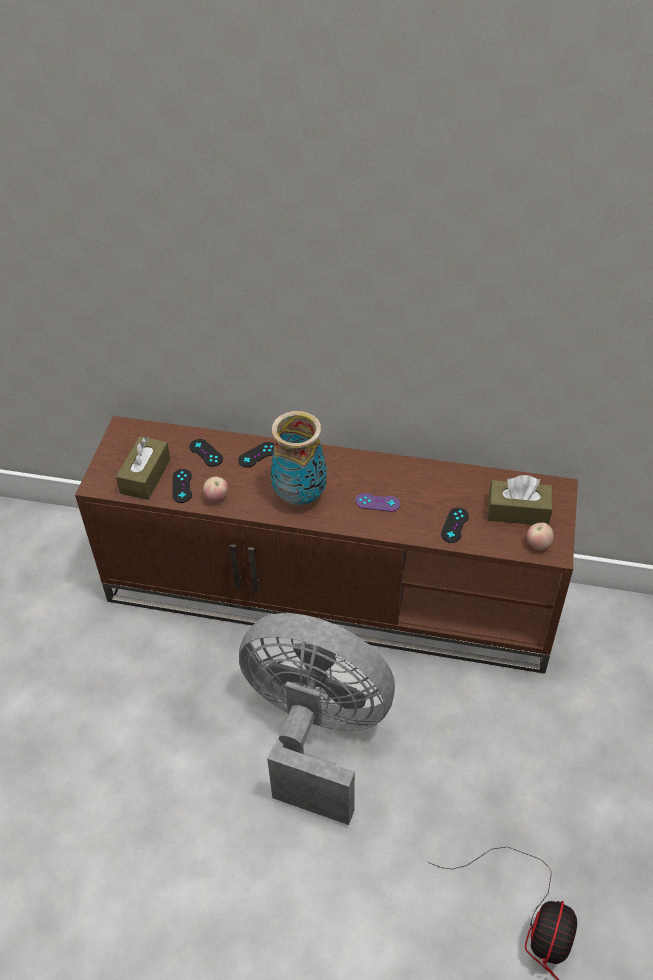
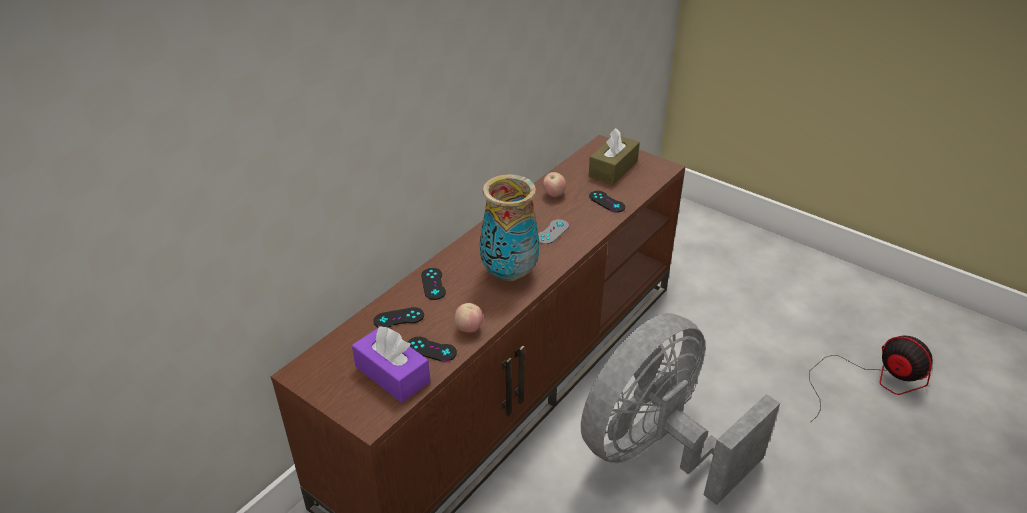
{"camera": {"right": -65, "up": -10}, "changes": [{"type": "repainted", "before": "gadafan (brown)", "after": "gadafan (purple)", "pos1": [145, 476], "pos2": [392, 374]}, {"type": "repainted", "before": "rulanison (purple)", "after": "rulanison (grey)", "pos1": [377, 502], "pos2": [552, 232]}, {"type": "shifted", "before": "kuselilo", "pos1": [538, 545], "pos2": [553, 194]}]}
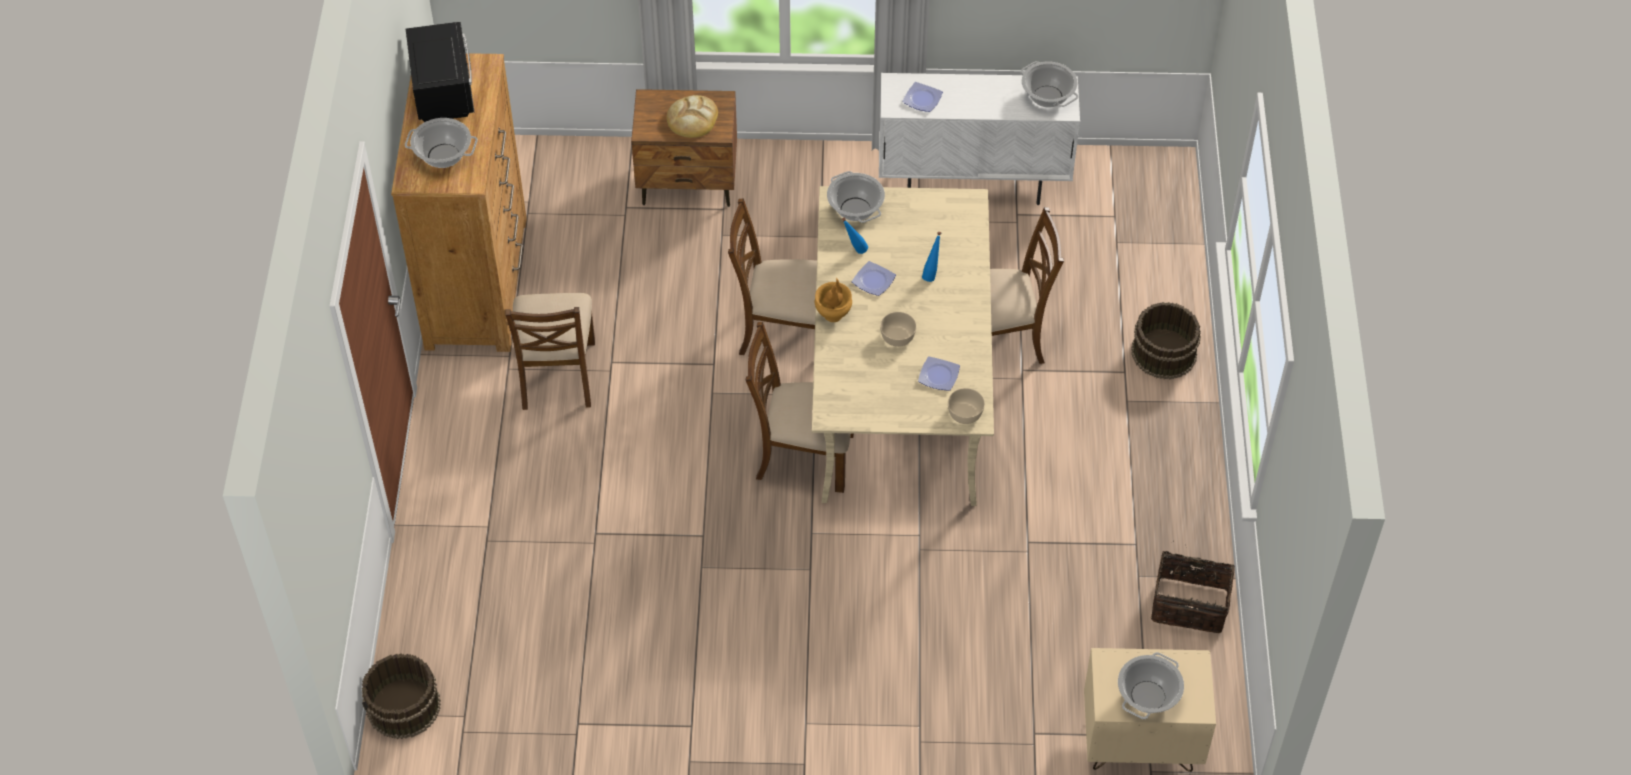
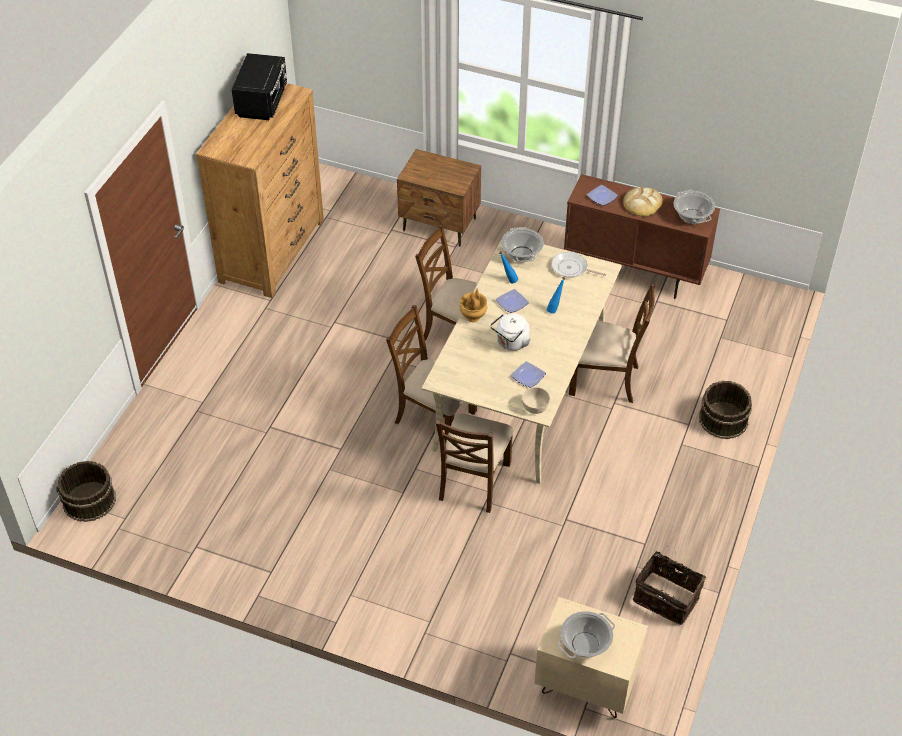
{"camera": {"right": 20, "up": -5}, "changes": [{"type": "gone", "before": "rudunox", "pos1": [443, 156]}, {"type": "shifted", "before": "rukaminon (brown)", "pos1": [557, 375], "pos2": [473, 481]}, {"type": "shifted", "before": "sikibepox", "pos1": [692, 119], "pos2": [642, 203]}, {"type": "repainted", "before": "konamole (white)", "after": "konamole (brown)", "pos1": [973, 183], "pos2": [634, 273]}, {"type": "swapped", "before": "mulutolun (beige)", "after": "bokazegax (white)", "pos1": [897, 337], "pos2": [511, 343]}, {"type": "new", "after": "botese", "pos2": [571, 268]}]}
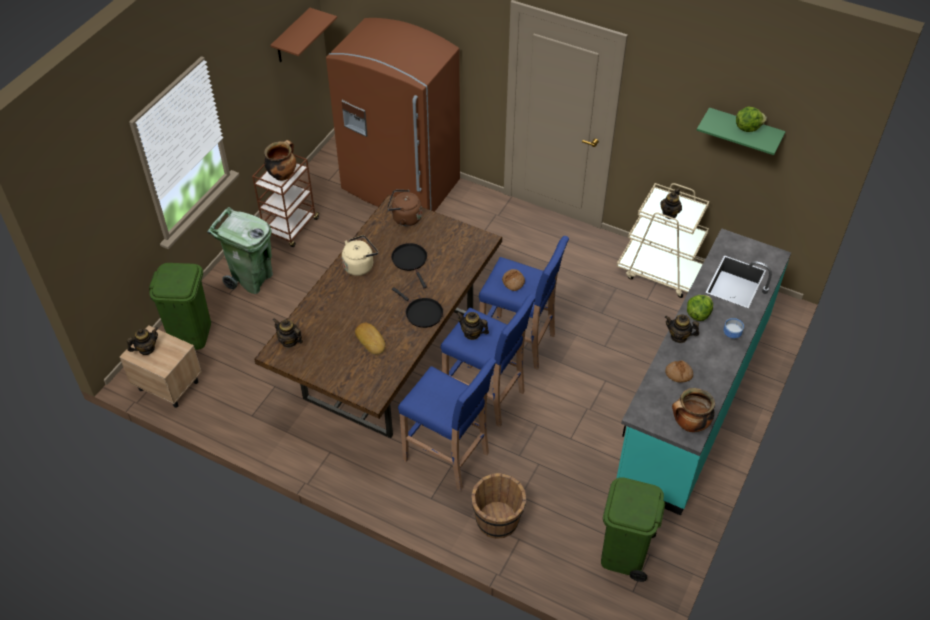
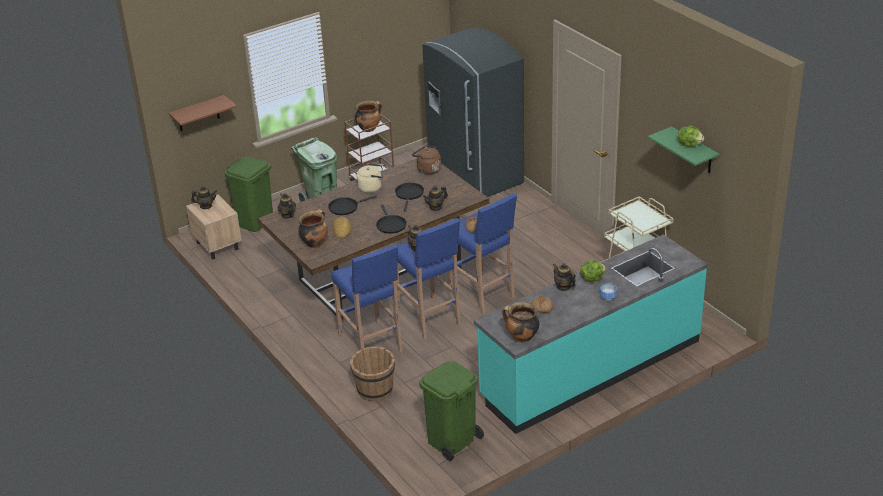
{"camera": {"right": 30, "up": -15}, "changes": [{"type": "shifted", "before": "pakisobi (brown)", "pos1": [291, 37], "pos2": [198, 114]}, {"type": "repainted", "before": "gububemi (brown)", "after": "gububemi (grey)", "pos1": [400, 186], "pos2": [474, 176]}, {"type": "shifted", "before": "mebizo", "pos1": [669, 214], "pos2": [436, 207]}, {"type": "new", "after": "rudunox", "pos2": [314, 243]}, {"type": "new", "after": "botese (black)", "pos2": [345, 207]}]}
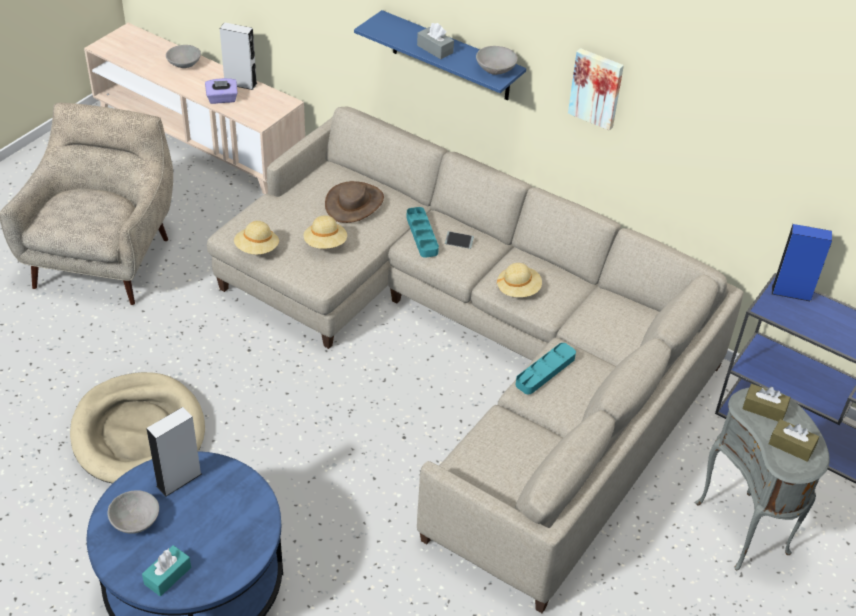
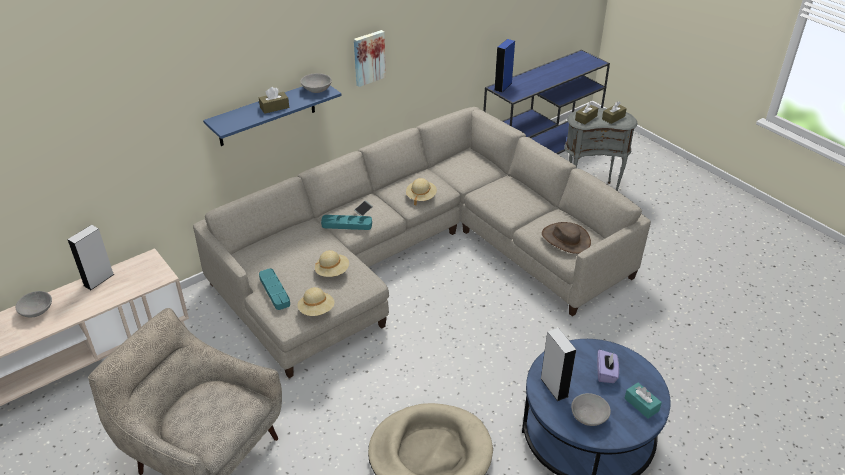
{"camera": {"right": -70, "up": -5}, "changes": [{"type": "shifted", "before": "gadafan (purple)", "pos1": [222, 99], "pos2": [606, 373]}, {"type": "shifted", "before": "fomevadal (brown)", "pos1": [354, 203], "pos2": [566, 239]}, {"type": "repainted", "before": "gadafan (grey)", "after": "gadafan (brown)", "pos1": [435, 49], "pos2": [274, 107]}, {"type": "shifted", "before": "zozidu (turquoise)", "pos1": [545, 371], "pos2": [274, 291]}]}
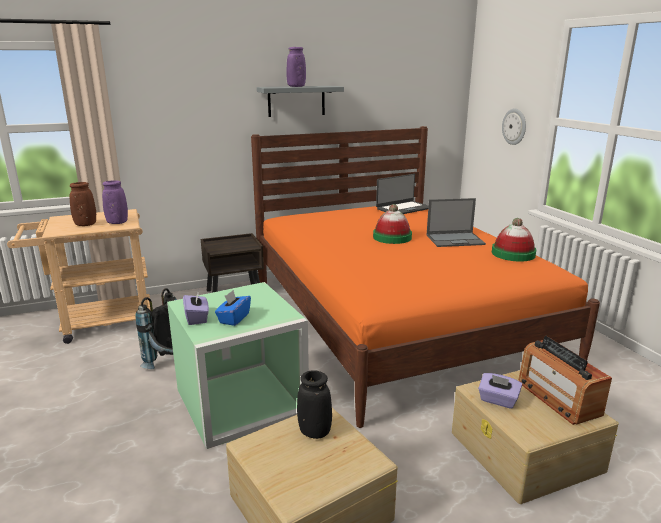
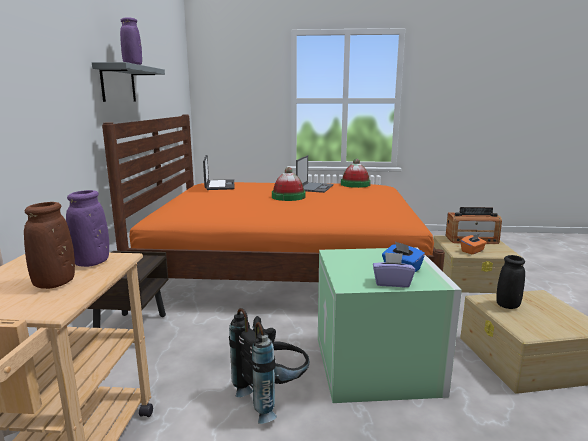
{"camera": {"right": -65, "up": -5}, "changes": [{"type": "repainted", "before": "gadafan (purple)", "after": "gadafan (orange)", "pos1": [498, 400], "pos2": [472, 251]}, {"type": "gone", "before": "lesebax", "pos1": [514, 126]}]}
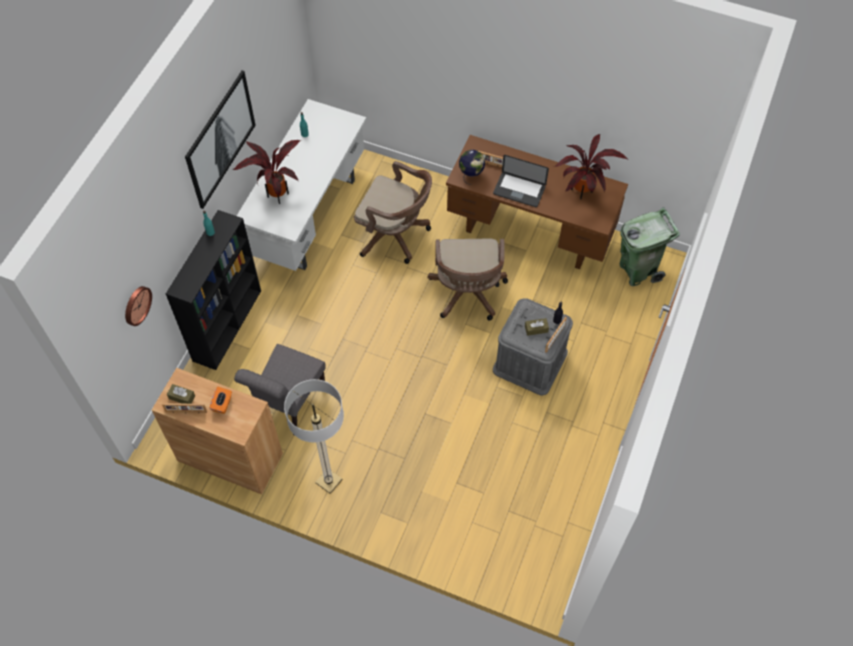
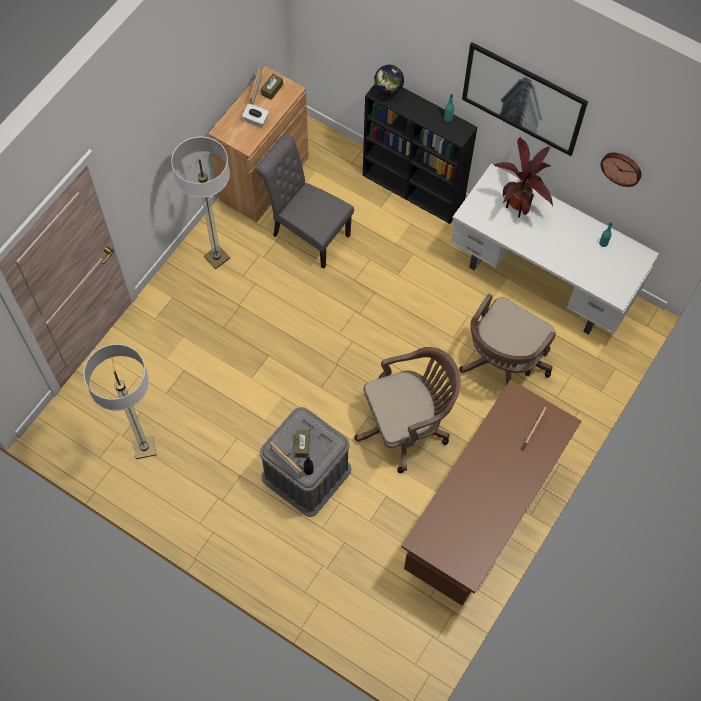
{"camera": {"right": 100, "up": 5}, "changes": [{"type": "shifted", "before": "lesebax", "pos1": [136, 305], "pos2": [622, 167]}, {"type": "repainted", "before": "gadafan (orange)", "after": "gadafan (white)", "pos1": [222, 404], "pos2": [256, 120]}, {"type": "rotated", "before": "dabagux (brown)", "pos1": [467, 294], "pos2": [406, 426], "turn": 150}, {"type": "shifted", "before": "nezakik", "pos1": [471, 175], "pos2": [388, 94]}, {"type": "gone", "before": "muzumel", "pos1": [519, 190]}, {"type": "gone", "before": "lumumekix", "pos1": [582, 192]}, {"type": "gone", "before": "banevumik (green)", "pos1": [637, 270]}, {"type": "new", "after": "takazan", "pos2": [144, 448]}]}
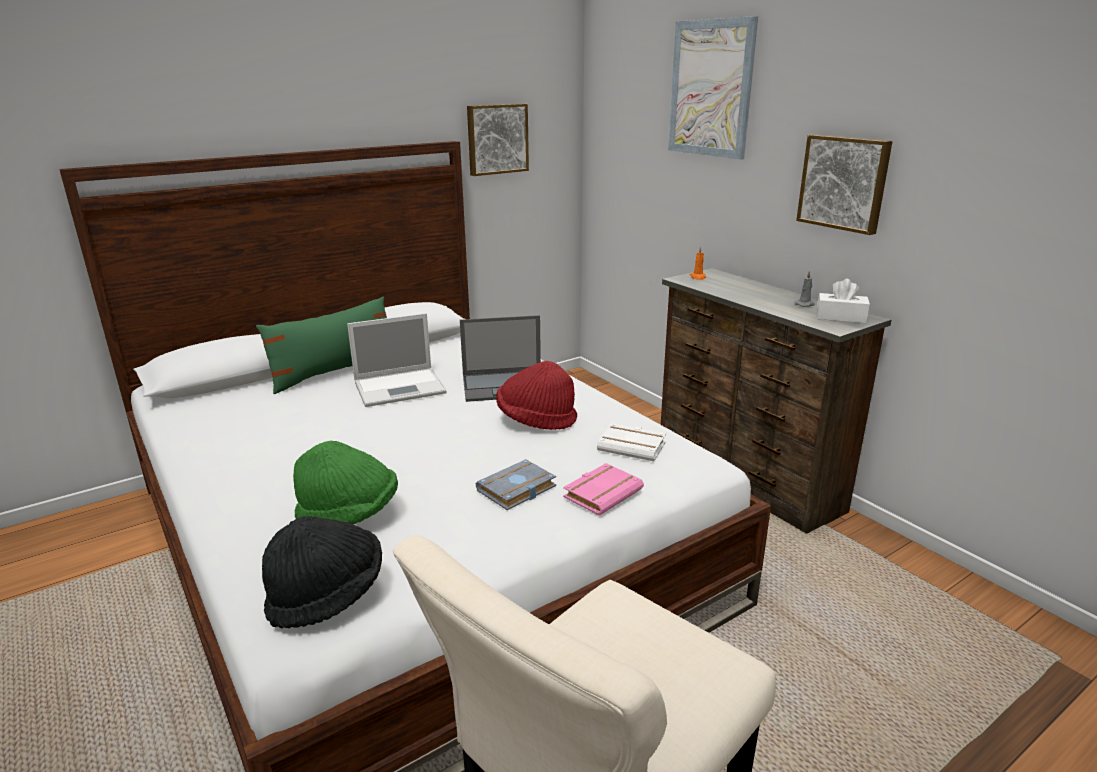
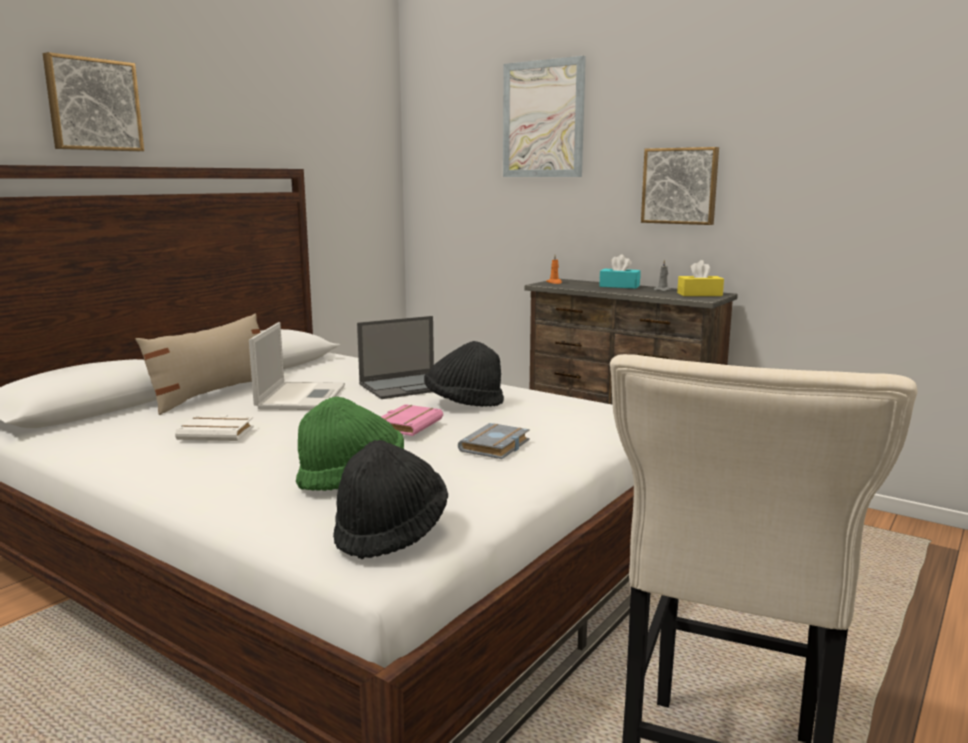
{"camera": {"right": -20, "up": -10}, "changes": [{"type": "repainted", "before": "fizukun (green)", "after": "fizukun (beige)", "pos1": [335, 372], "pos2": [214, 394]}, {"type": "rotated", "before": "muzumel", "pos1": [401, 387], "pos2": [301, 397], "turn": -45}, {"type": "shifted", "before": "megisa", "pos1": [497, 139], "pos2": [93, 105]}, {"type": "repainted", "before": "fomevadal (red)", "after": "fomevadal (black)", "pos1": [536, 419], "pos2": [463, 403]}, {"type": "shifted", "before": "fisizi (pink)", "pos1": [602, 493], "pos2": [408, 424]}, {"type": "shifted", "before": "fisizi (white)", "pos1": [633, 446], "pos2": [218, 433]}, {"type": "repainted", "before": "gadafan (white)", "after": "gadafan (yellow)", "pos1": [840, 317], "pos2": [699, 294]}, {"type": "new", "after": "gadafan (turquoise)", "pos2": [619, 286]}]}
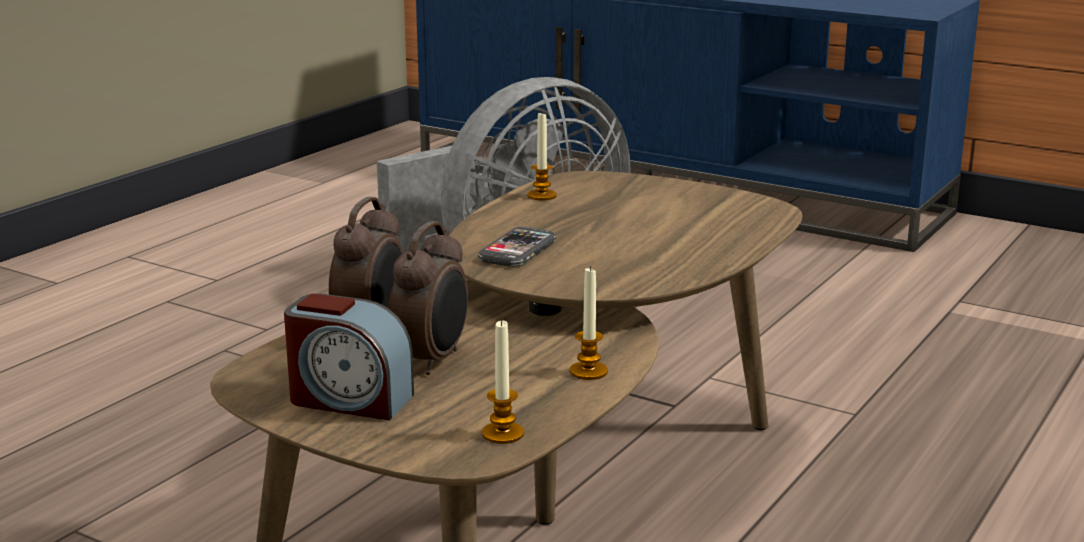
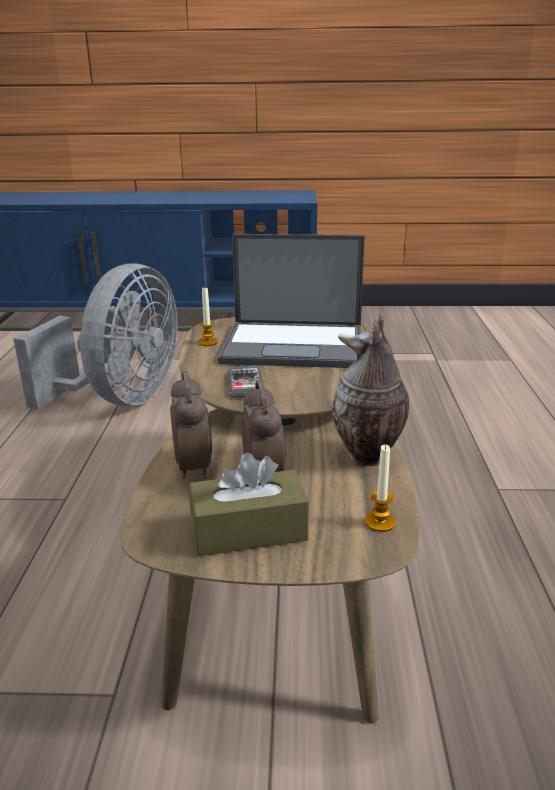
{"camera": {"right": -30, "up": 5}, "changes": [{"type": "swapped", "before": "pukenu", "after": "gadafan (brown)", "pos1": [349, 399], "pos2": [249, 531]}, {"type": "swapped", "before": "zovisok", "after": "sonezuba", "pos1": [588, 372], "pos2": [367, 457]}, {"type": "new", "after": "muzumel", "pos2": [295, 345]}]}
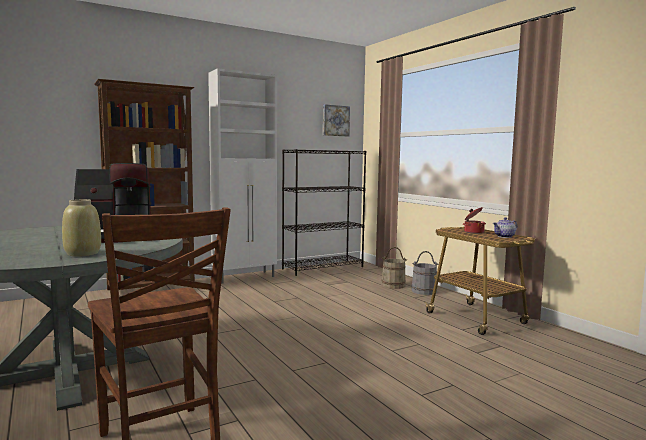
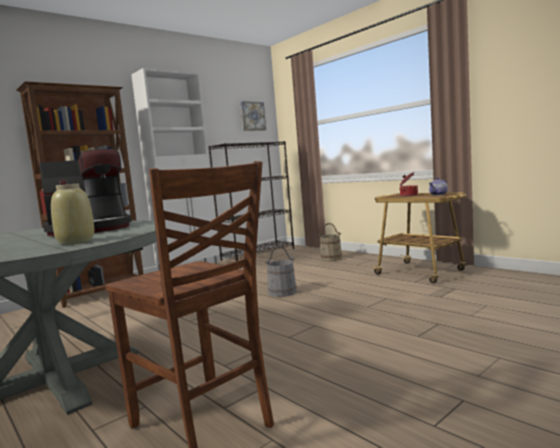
{"camera": {"right": -10, "up": 0}, "changes": [{"type": "shifted", "before": "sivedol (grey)", "pos1": [424, 291], "pos2": [282, 292]}]}
